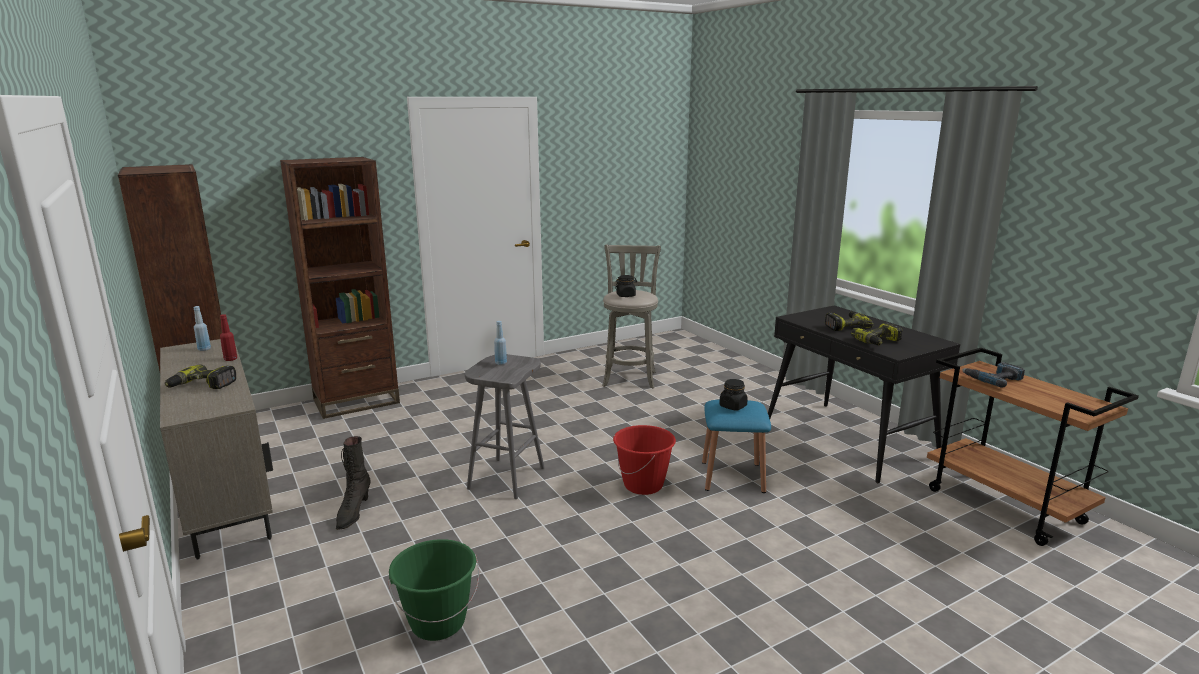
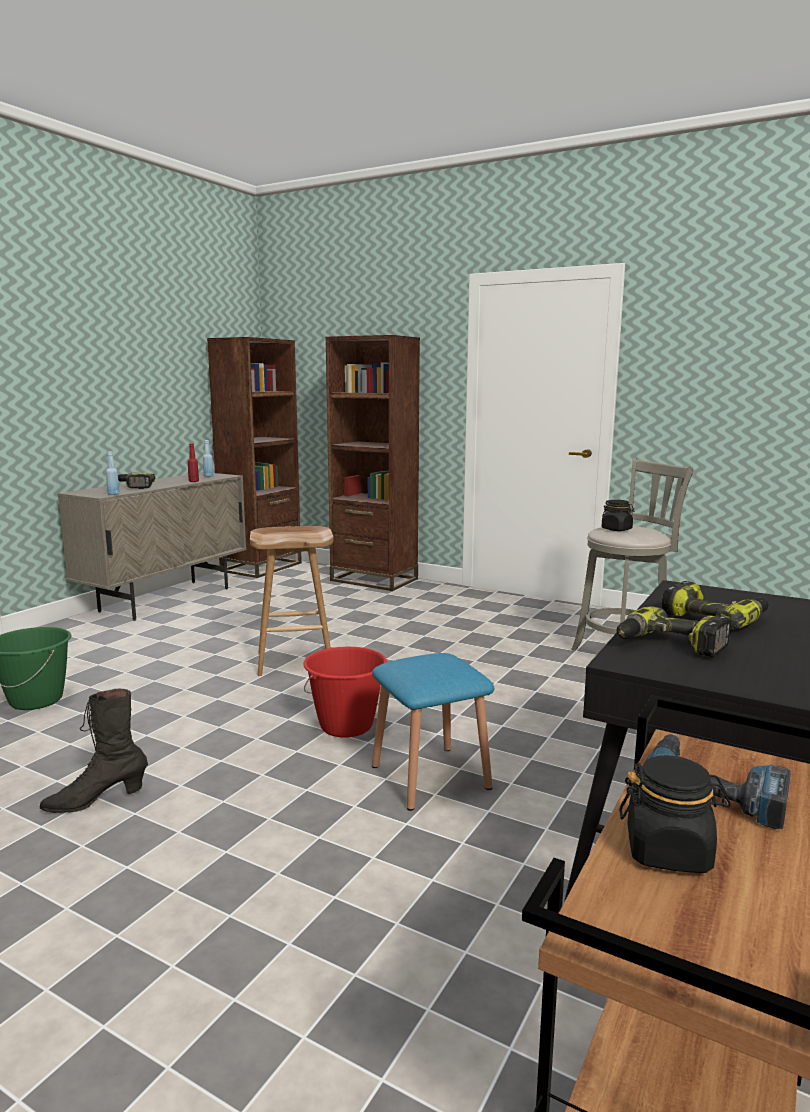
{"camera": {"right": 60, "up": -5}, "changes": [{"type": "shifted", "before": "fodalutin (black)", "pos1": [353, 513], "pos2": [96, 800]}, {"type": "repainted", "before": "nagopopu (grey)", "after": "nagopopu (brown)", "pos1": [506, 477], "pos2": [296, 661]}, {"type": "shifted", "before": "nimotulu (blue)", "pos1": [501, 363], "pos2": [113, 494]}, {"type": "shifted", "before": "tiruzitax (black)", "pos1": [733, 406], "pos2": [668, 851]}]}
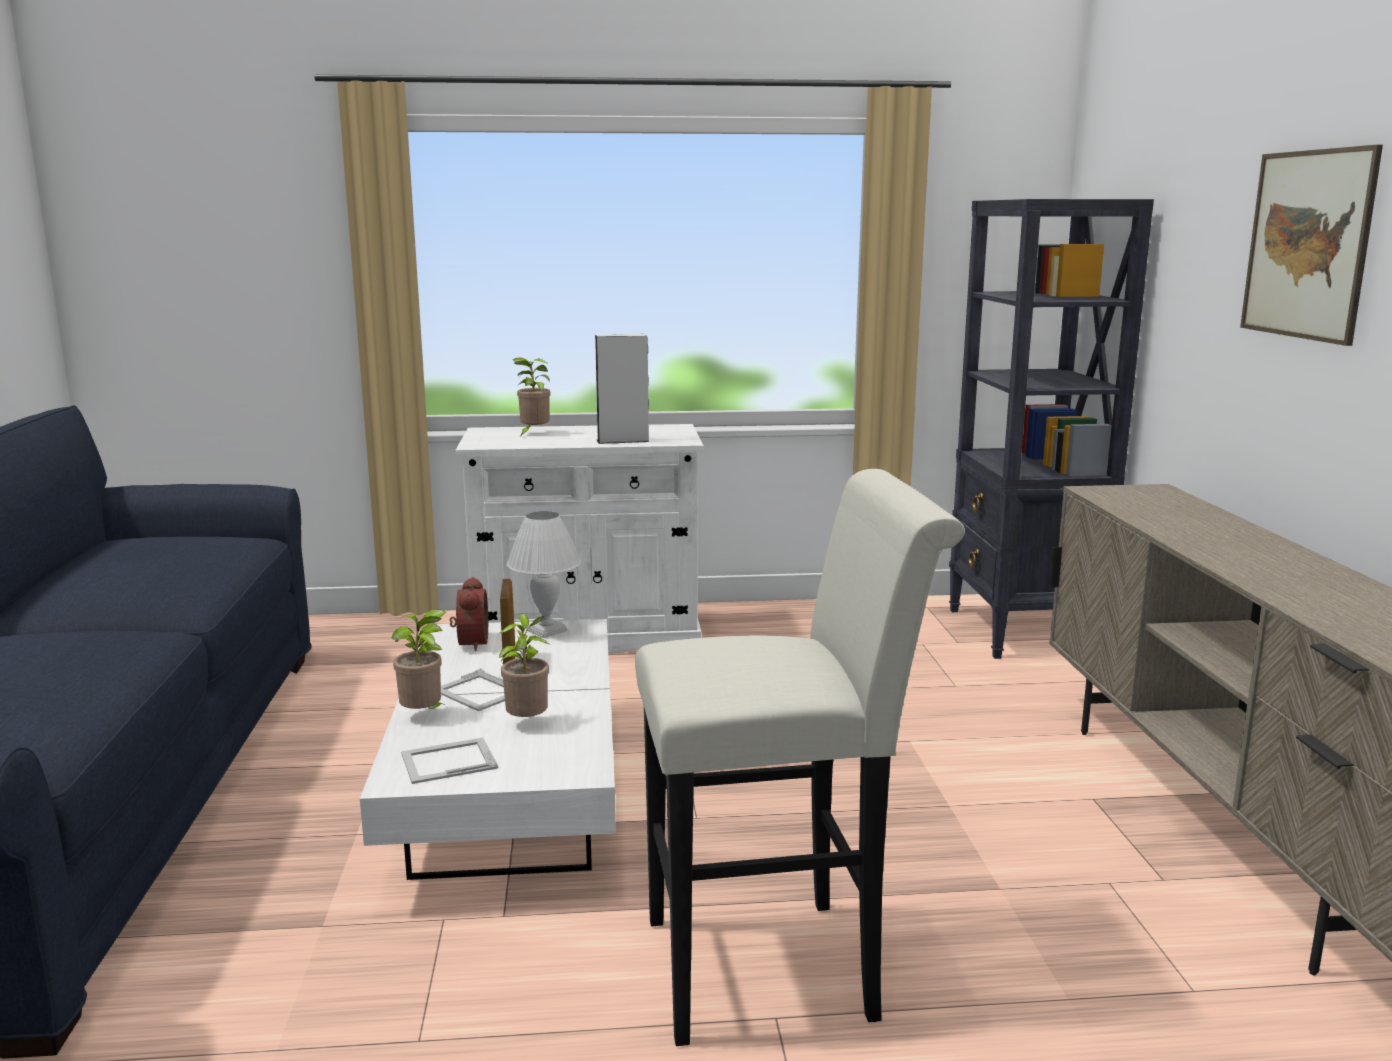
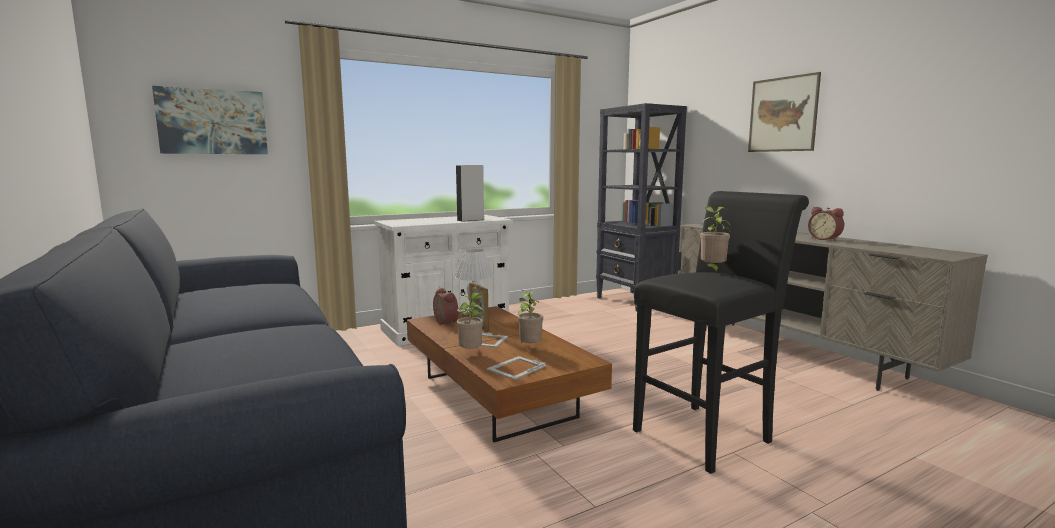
{"camera": {"right": -25, "up": -5}, "changes": [{"type": "repainted", "before": "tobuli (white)", "after": "tobuli (brown)", "pos1": [508, 793], "pos2": [496, 396]}, {"type": "shifted", "before": "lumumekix", "pos1": [533, 434], "pos2": [712, 270]}, {"type": "repainted", "before": "nagopopu (white)", "after": "nagopopu (black)", "pos1": [778, 966], "pos2": [708, 433]}, {"type": "new", "after": "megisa", "pos2": [213, 122]}, {"type": "new", "after": "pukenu", "pos2": [825, 239]}]}
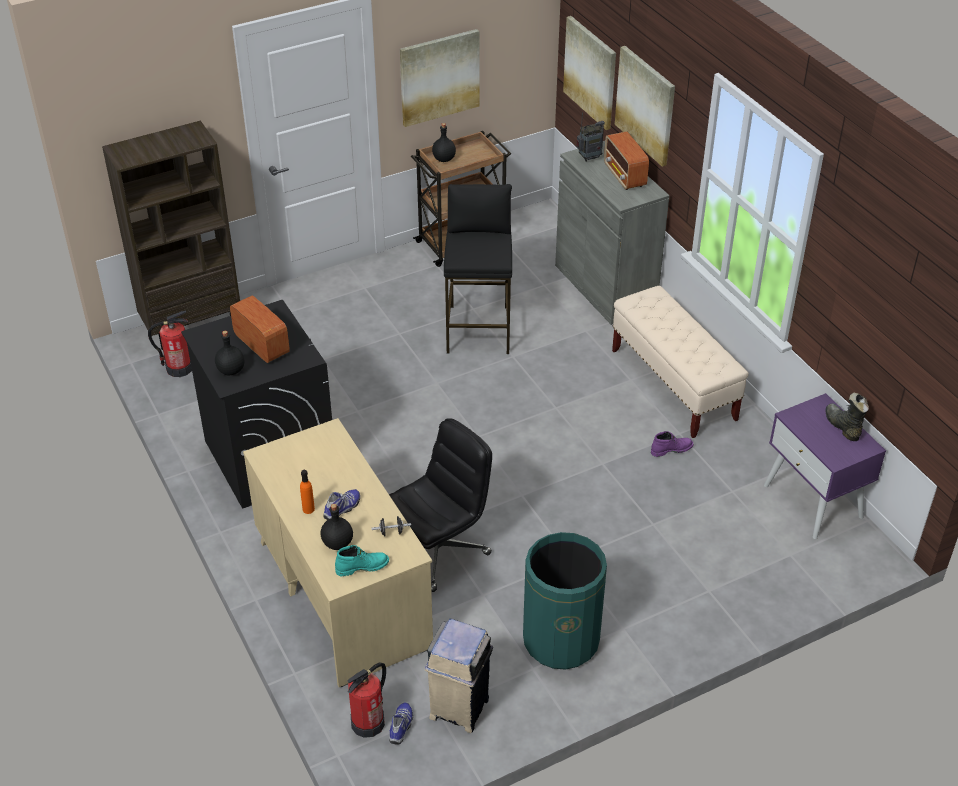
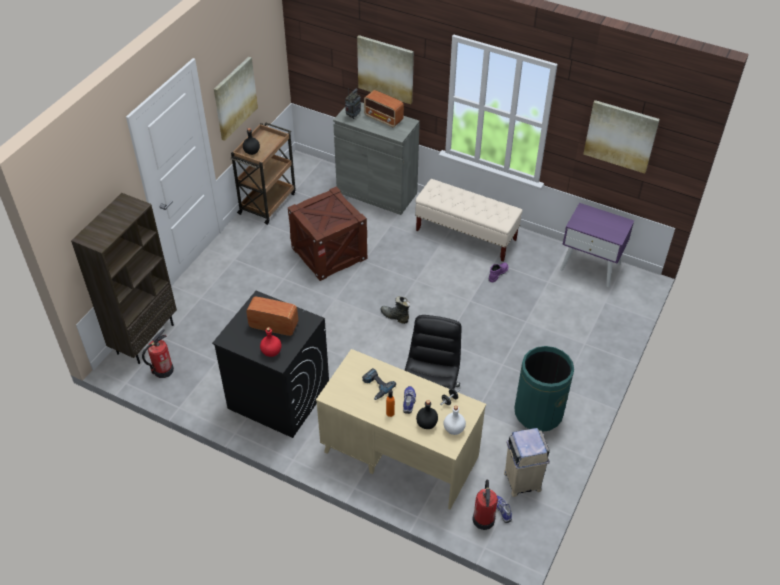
{"camera": {"right": -35, "up": 5}, "changes": [{"type": "repainted", "before": "nimotulu (black)", "after": "nimotulu (red)", "pos1": [230, 370], "pos2": [271, 352]}, {"type": "swapped", "before": "fodalutin (turquoise)", "after": "nimotulu (white)", "pos1": [362, 566], "pos2": [453, 429]}, {"type": "swapped", "before": "nagopopu (black)", "after": "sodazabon", "pos1": [479, 329], "pos2": [329, 253]}, {"type": "shifted", "before": "megisa", "pos1": [590, 72], "pos2": [620, 136]}, {"type": "shifted", "before": "fodalutin (black)", "pos1": [842, 426], "pos2": [395, 317]}, {"type": "new", "after": "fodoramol", "pos2": [376, 386]}]}
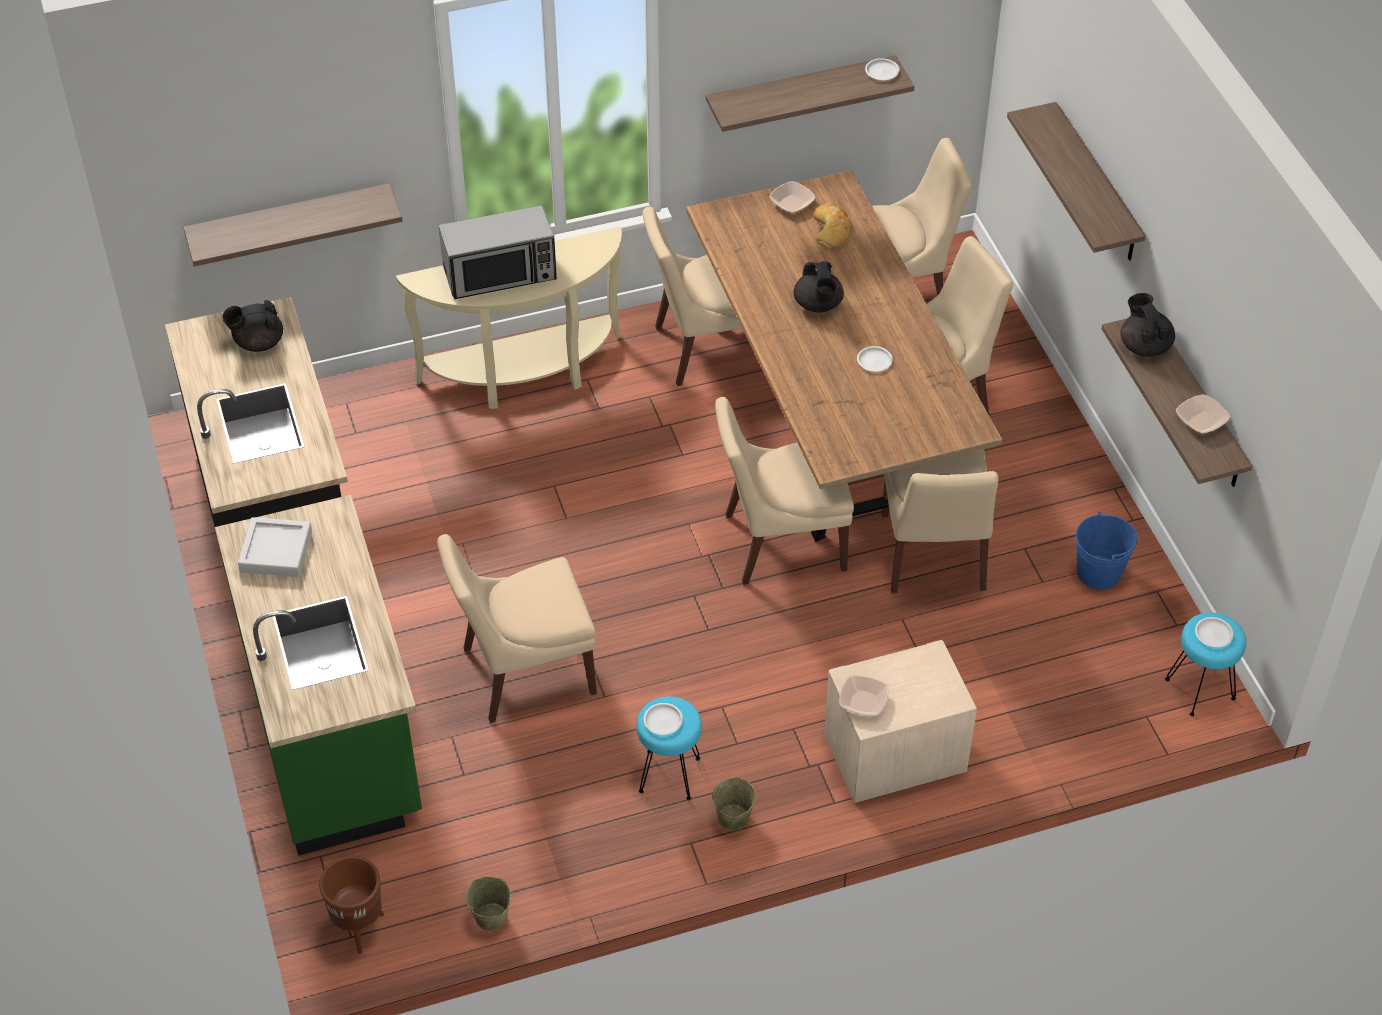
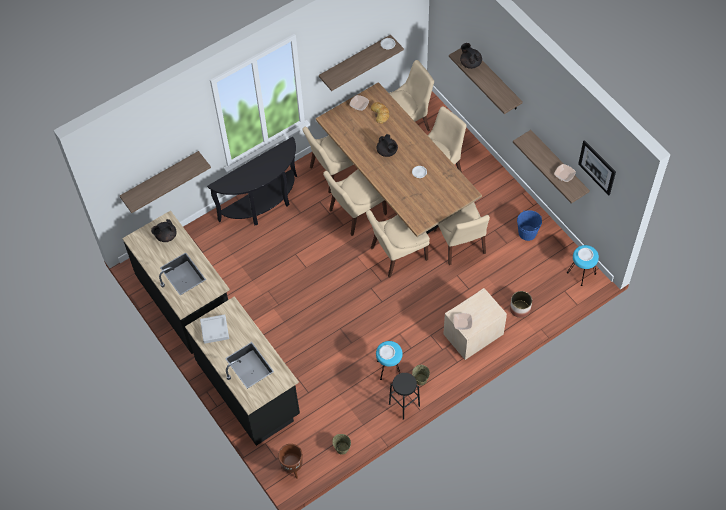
{"camera": {"right": -15, "up": 10}, "changes": [{"type": "repainted", "before": "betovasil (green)", "after": "betovasil (black)", "pos1": [335, 731], "pos2": [249, 389]}, {"type": "repainted", "before": "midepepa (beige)", "after": "midepepa (black)", "pos1": [525, 375], "pos2": [263, 205]}, {"type": "shifted", "before": "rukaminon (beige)", "pos1": [524, 672], "pos2": [356, 213]}, {"type": "gone", "before": "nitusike", "pos1": [500, 274]}, {"type": "shifted", "before": "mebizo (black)", "pos1": [1144, 346], "pos2": [470, 63]}, {"type": "new", "after": "nagopopu (black)", "pos2": [404, 405]}, {"type": "new", "after": "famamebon", "pos2": [520, 309]}, {"type": "new", "after": "megisa", "pos2": [597, 167]}]}
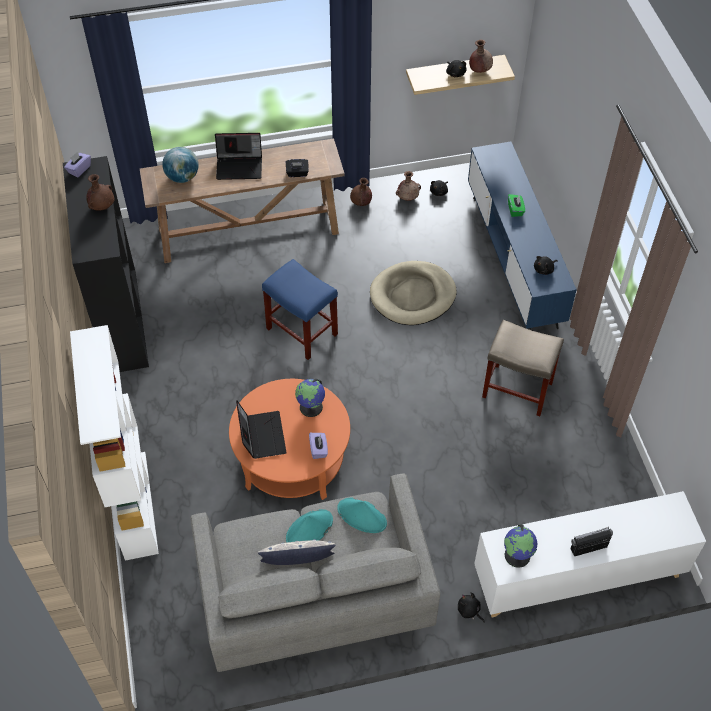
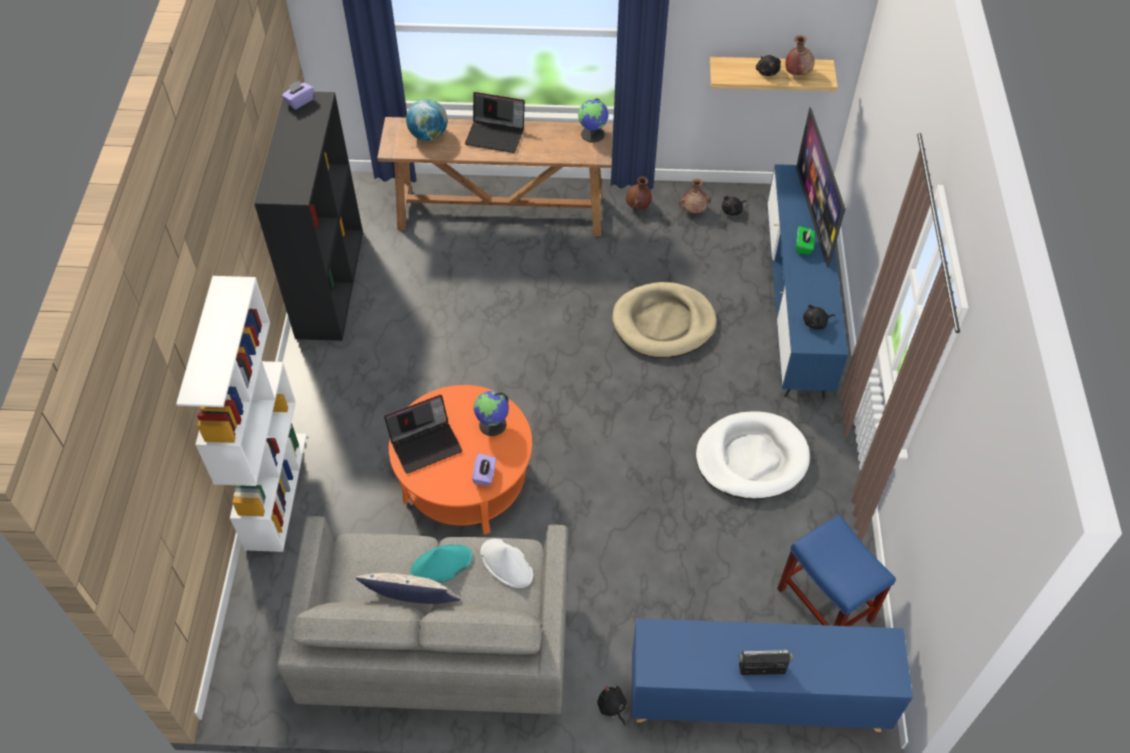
{"camera": {"right": 15, "up": 0}, "changes": [{"type": "gone", "before": "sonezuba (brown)", "pos1": [103, 207]}, {"type": "rotated", "before": "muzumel", "pos1": [261, 435], "pos2": [426, 444], "turn": 60}, {"type": "shifted", "before": "nagopopu (blue)", "pos1": [303, 332], "pos2": [826, 605]}, {"type": "gone", "before": "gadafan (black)", "pos1": [297, 173]}, {"type": "repainted", "before": "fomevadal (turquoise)", "after": "fomevadal (white)", "pos1": [362, 516], "pos2": [507, 564]}, {"type": "repainted", "before": "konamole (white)", "after": "konamole (blue)", "pos1": [577, 575], "pos2": [756, 698]}, {"type": "swapped", "before": "nagopopu (beige)", "after": "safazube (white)", "pos1": [516, 389], "pos2": [751, 458]}, {"type": "shifted", "before": "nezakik", "pos1": [518, 555], "pos2": [593, 134]}, {"type": "new", "after": "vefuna", "pos2": [814, 216]}]}
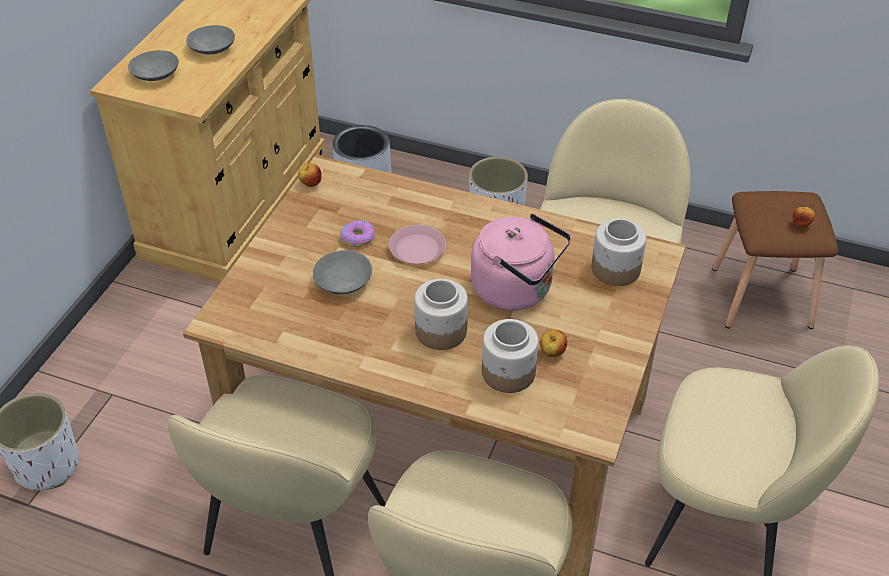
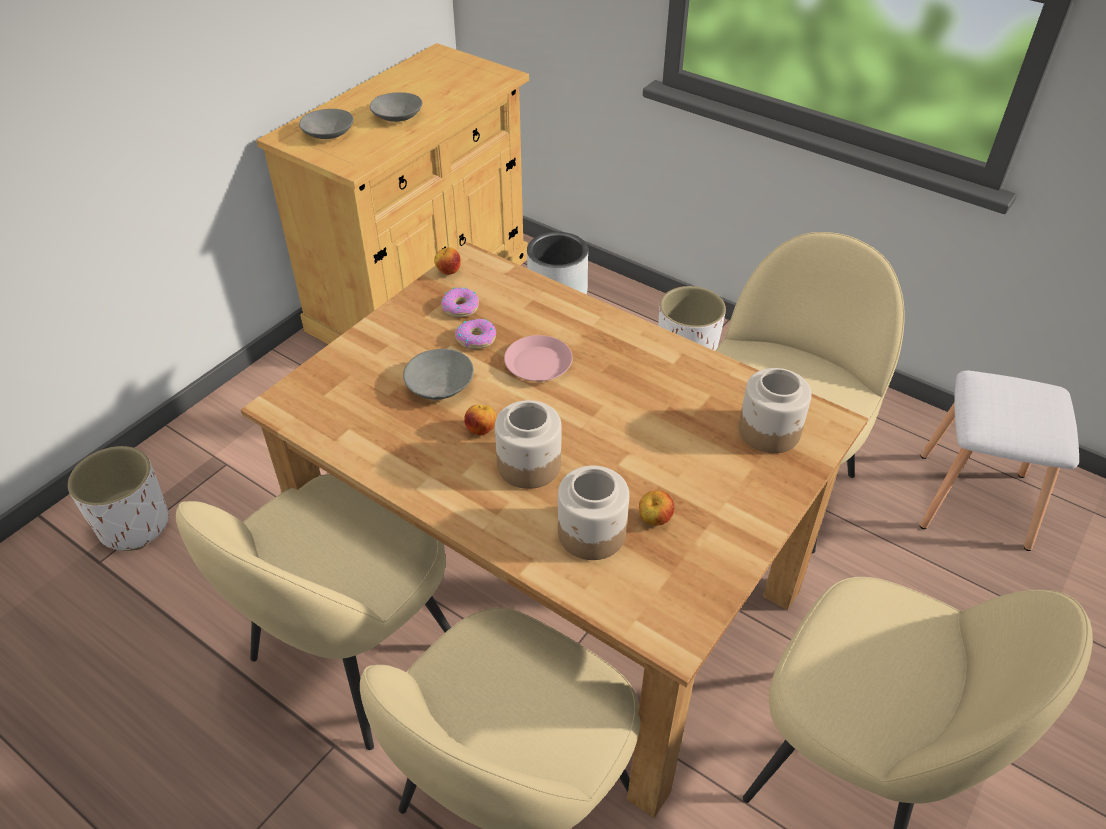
{"camera": {"right": 15, "up": 0}, "changes": [{"type": "gone", "before": "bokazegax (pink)", "pos1": [517, 290]}, {"type": "repainted", "before": "nagopopu (brown)", "after": "nagopopu (white)", "pos1": [763, 296], "pos2": [975, 499]}, {"type": "shifted", "before": "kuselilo", "pos1": [801, 224], "pos2": [481, 430]}, {"type": "new", "after": "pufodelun", "pos2": [461, 307]}]}
